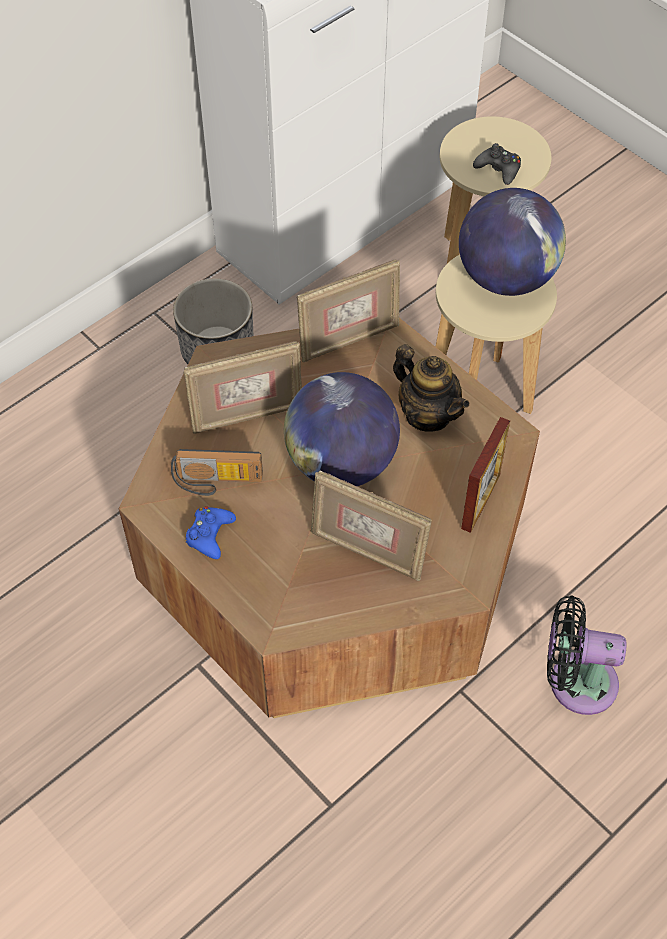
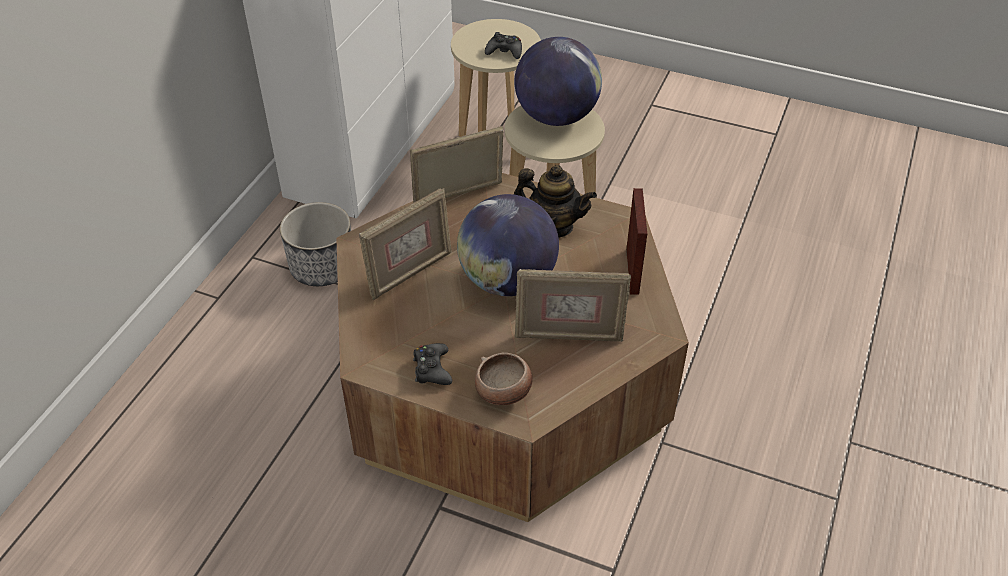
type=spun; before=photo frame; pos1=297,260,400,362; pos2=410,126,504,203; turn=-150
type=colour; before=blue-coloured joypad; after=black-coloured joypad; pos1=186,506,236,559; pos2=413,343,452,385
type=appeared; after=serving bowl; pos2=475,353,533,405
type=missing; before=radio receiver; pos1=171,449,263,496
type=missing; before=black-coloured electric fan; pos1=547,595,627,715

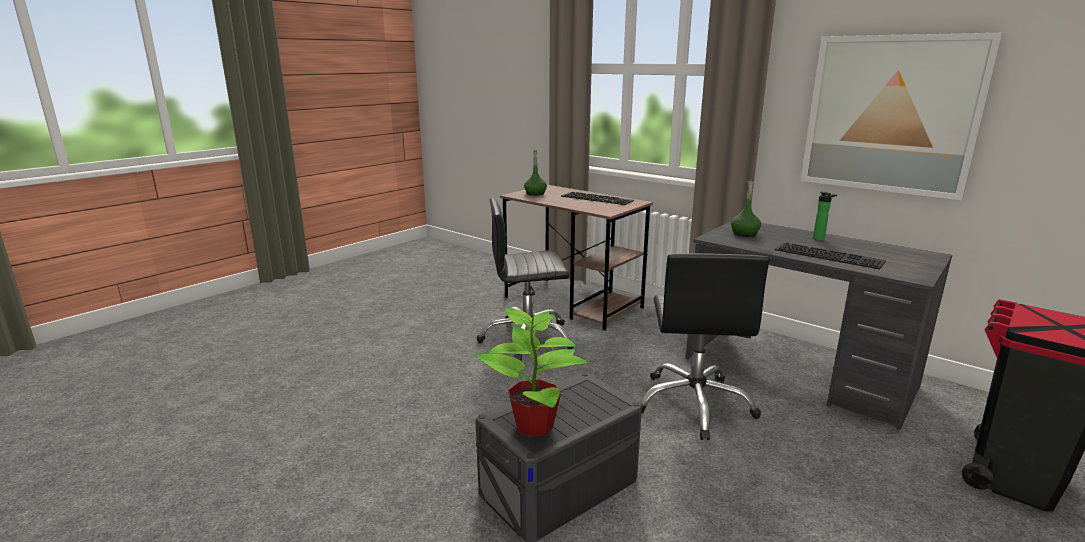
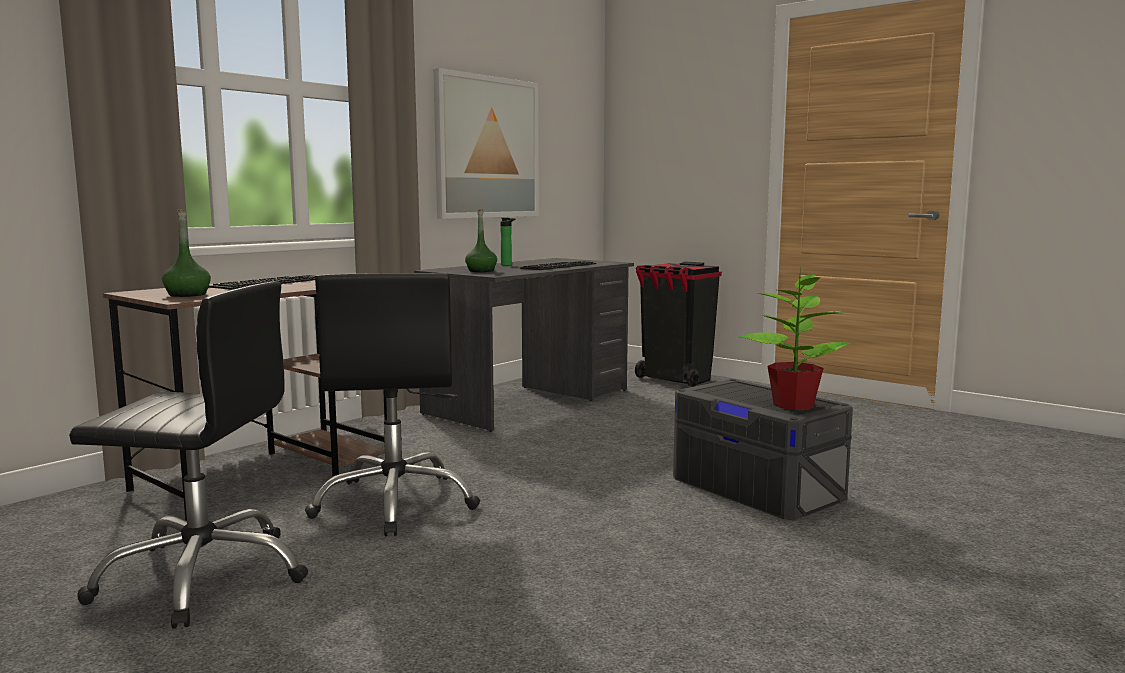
type=relocated; before=black-coloured computer chair; pos1=640,253,770,440; pos2=69,282,308,629

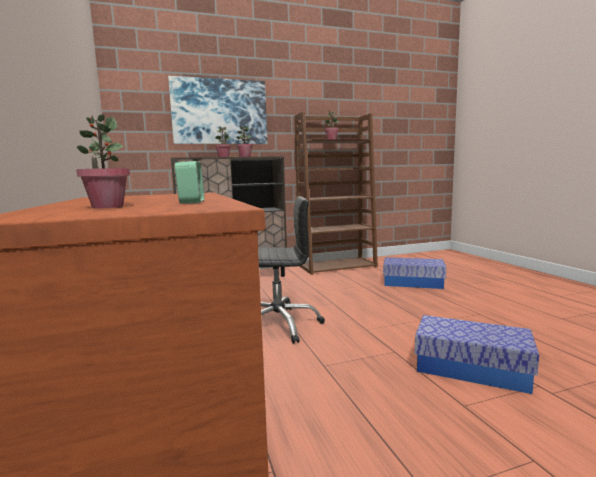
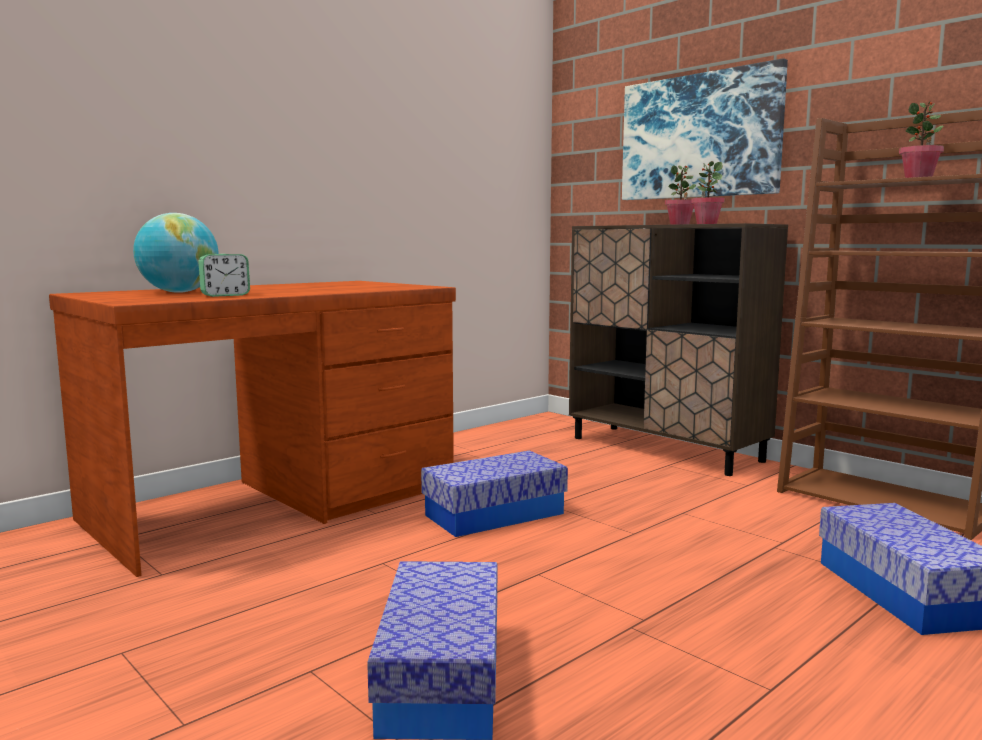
type=exchanged; before=houseplant; after=globe; pos1=76,115,130,208; pos2=133,213,219,293
type=exchanged; before=black-coloured computer chair; after=storage bin; pos1=258,196,325,344; pos2=421,451,568,537

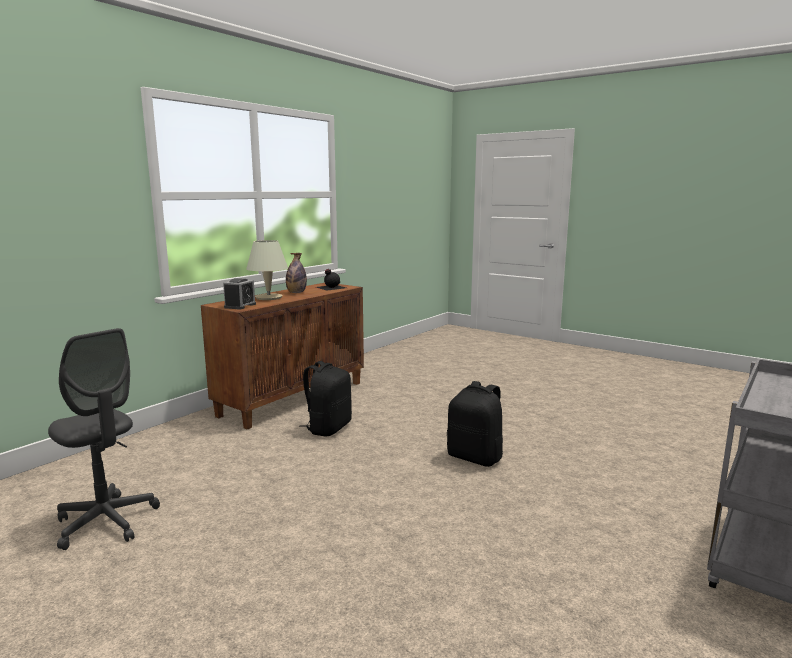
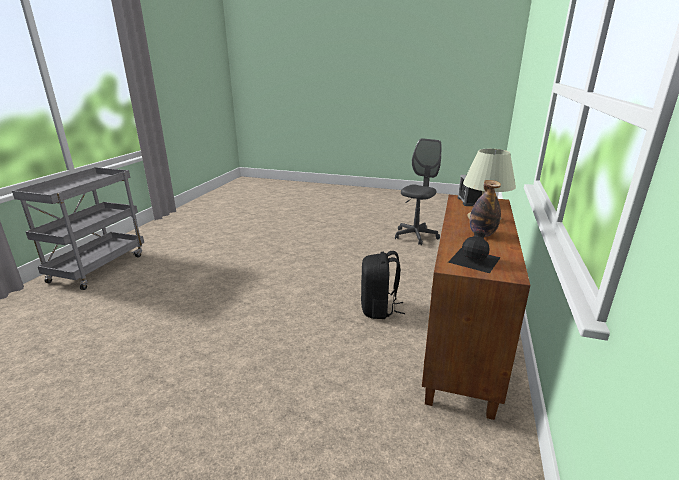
type=spun; before=gray computer chair; pos1=48,328,160,550; pos2=395,138,441,245; turn=105
type=missing; before=black-coloured backpack; pos1=447,381,503,467

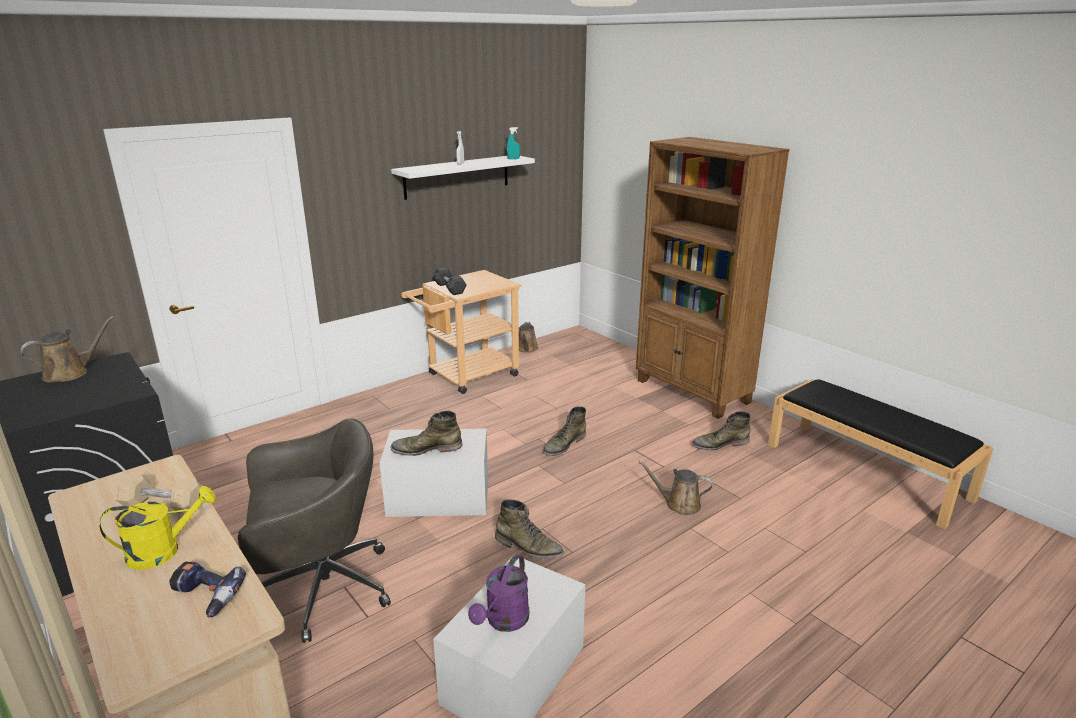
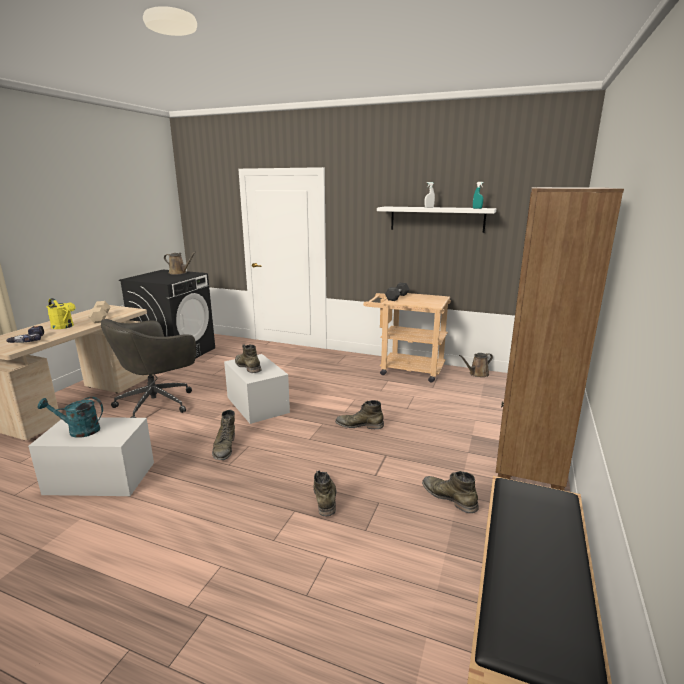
type=colour; before=purplish watering can; after=blue-green watering can; pos1=468,554,529,632; pos2=38,397,103,438
type=spun; before=gray computer chair; pos1=238,419,391,643; pos2=101,319,196,418; turn=90
type=exchanged; before=brown-coloured watering can; after=greenish tall boot; pos1=638,461,713,515; pos2=314,471,337,516

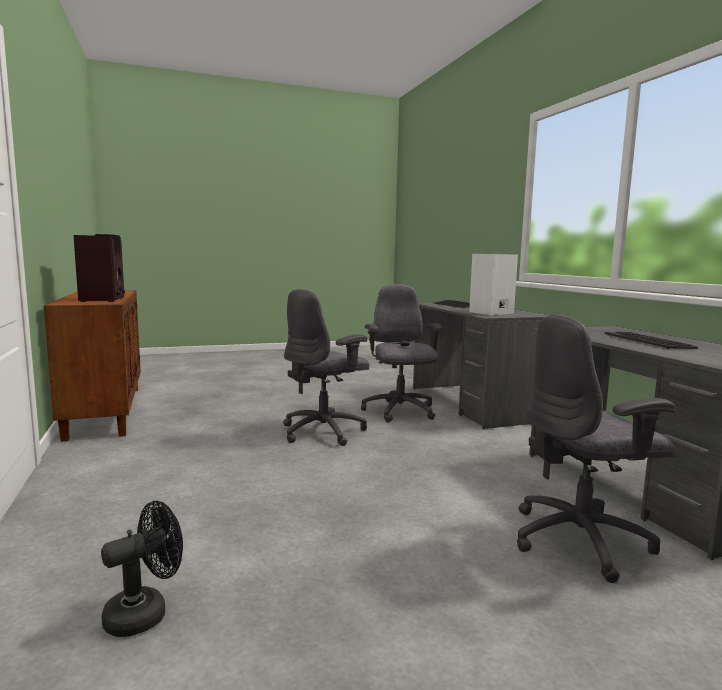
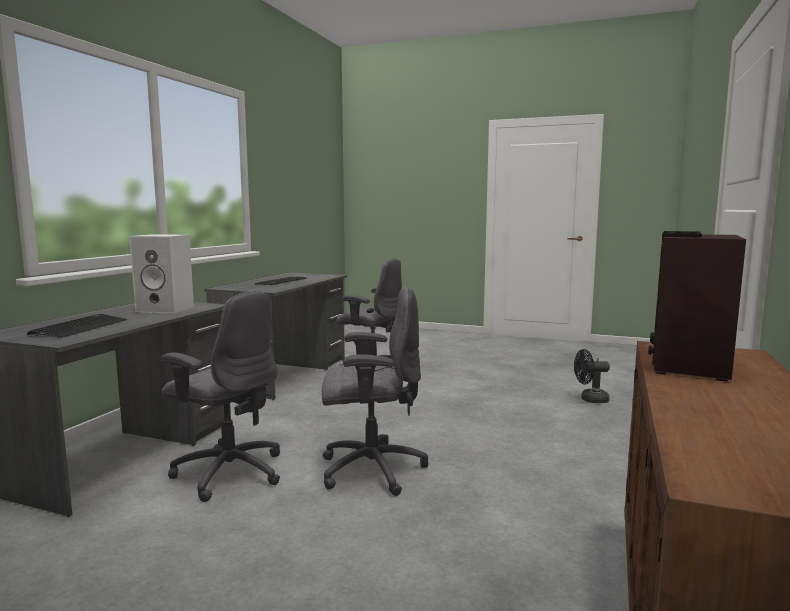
type=spun; before=gray computer chair; pos1=361,284,443,423; pos2=161,291,280,502; turn=-90

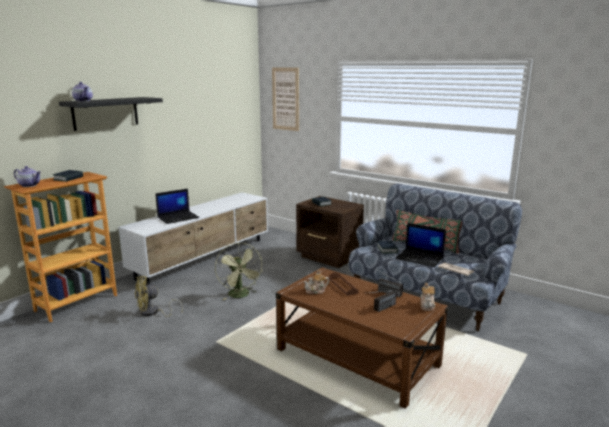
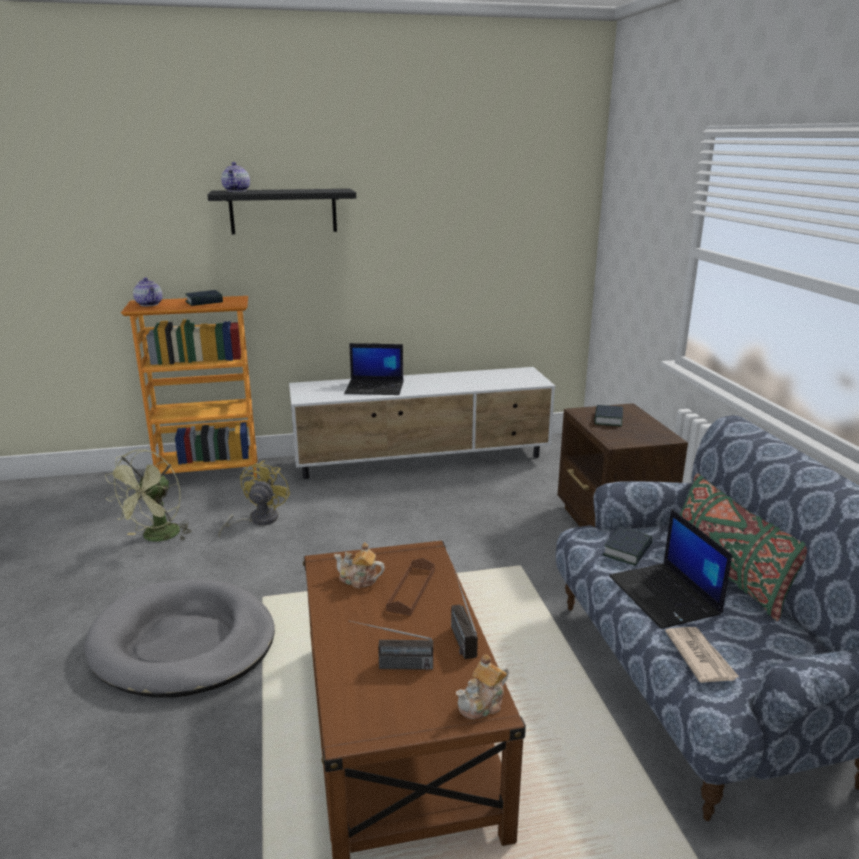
type=appeared; after=gray dog cushion; pos2=85,579,275,698
type=relocated; before=greenish electric fan; pos1=215,243,262,300; pos2=105,449,192,542
type=spun; before=yellow electric fan; pos1=135,276,183,317; pos2=219,460,290,537; turn=90
type=missing; before=picture; pos1=272,68,299,131

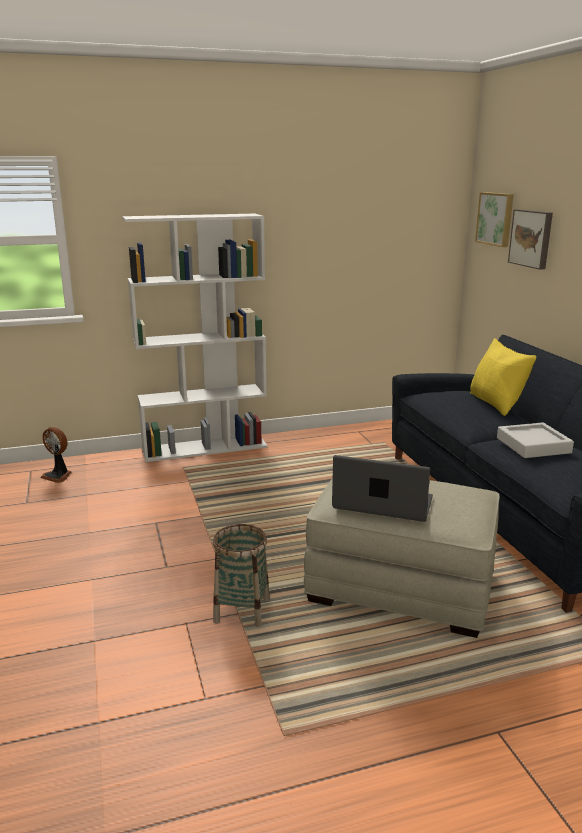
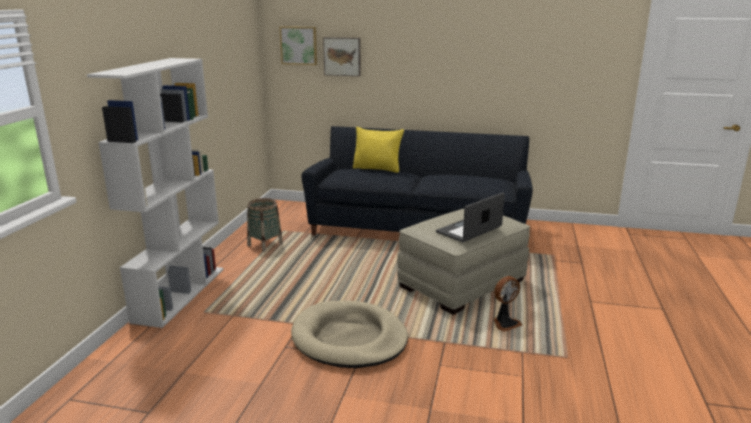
type=relocated; before=storage basket; pos1=213,524,270,627; pos2=247,198,283,252
type=appeared; after=sand-coloured dog cushion; pos2=291,301,408,368
type=relocated; before=electric fan; pos1=40,427,71,483; pos2=493,276,522,332
type=missing; before=gray tray; pos1=497,422,574,458

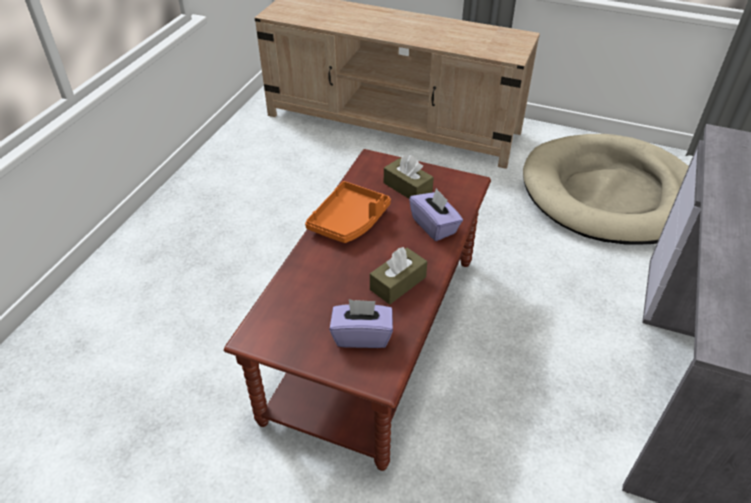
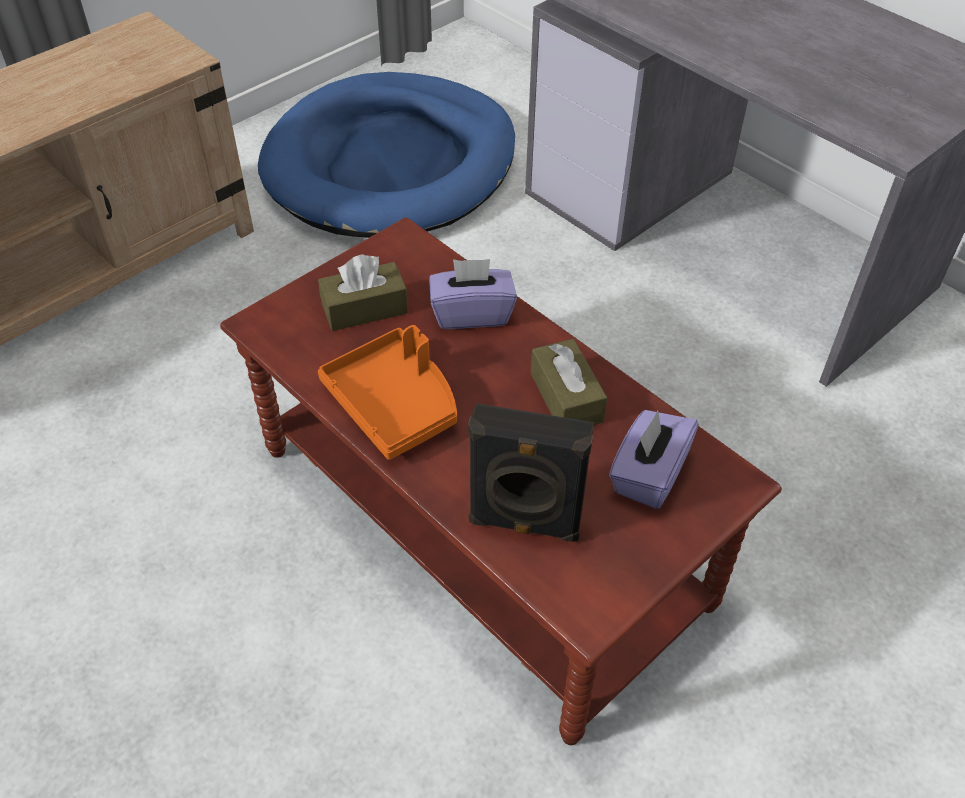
type=colour; before=sand-coloured dog cushion; after=blue-coloured dog cushion; pos1=523,134,689,244; pos2=258,72,515,238
type=appeared; after=black-coloured loudspeaker; pos2=468,403,594,542

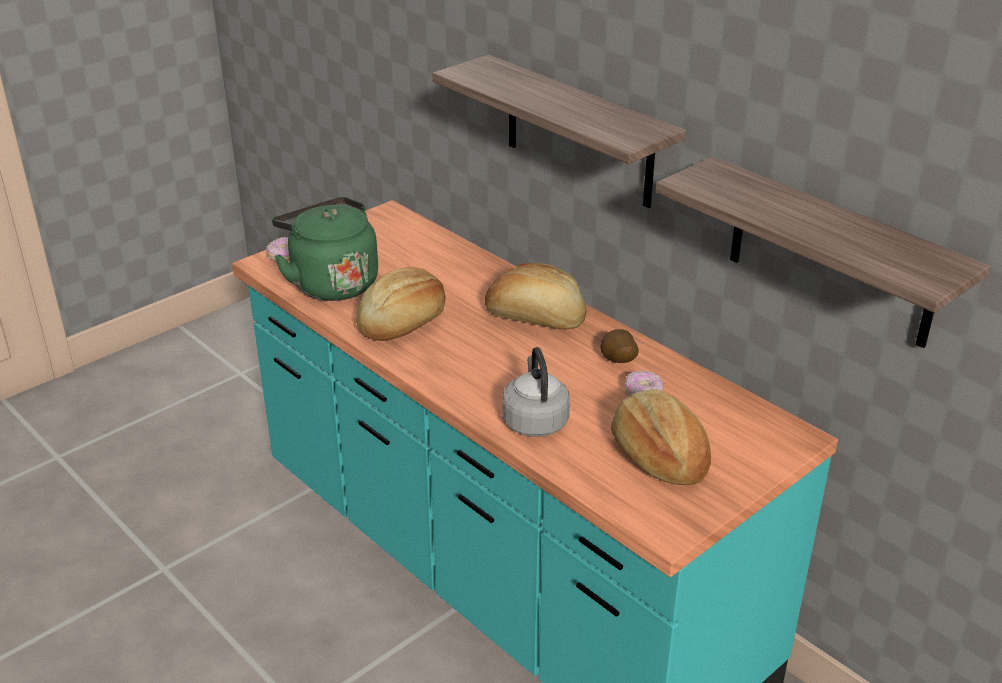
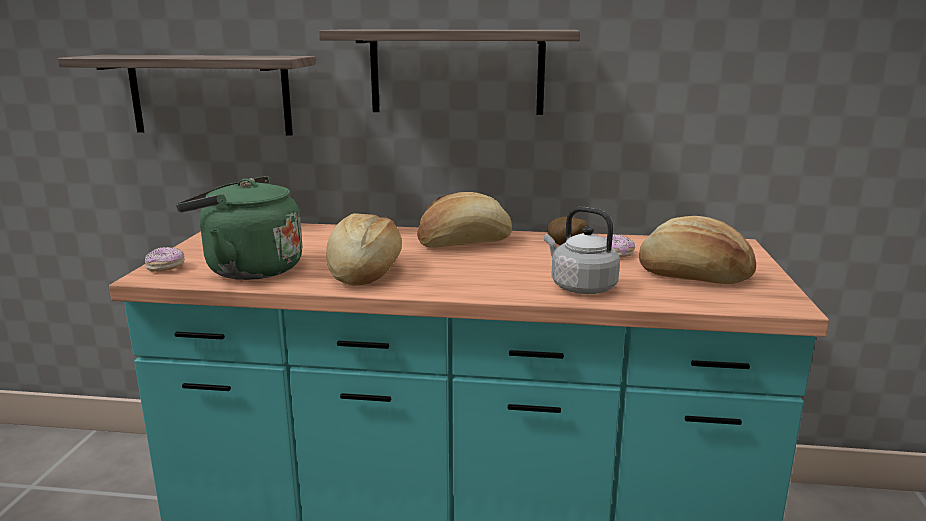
type=relocated; before=wall shelf; pos1=655,157,990,348; pos2=58,55,316,136

